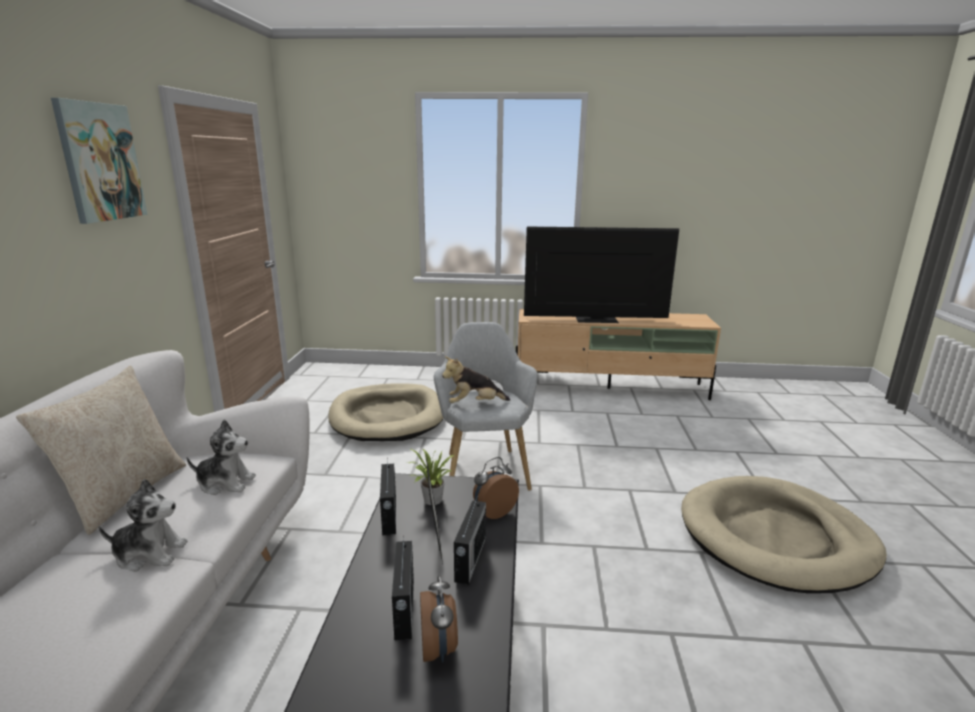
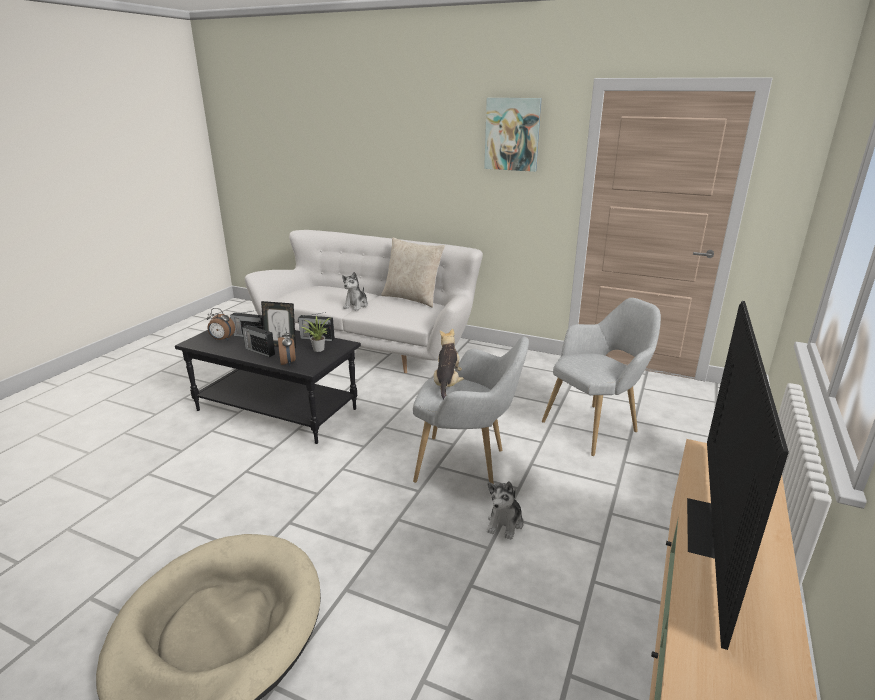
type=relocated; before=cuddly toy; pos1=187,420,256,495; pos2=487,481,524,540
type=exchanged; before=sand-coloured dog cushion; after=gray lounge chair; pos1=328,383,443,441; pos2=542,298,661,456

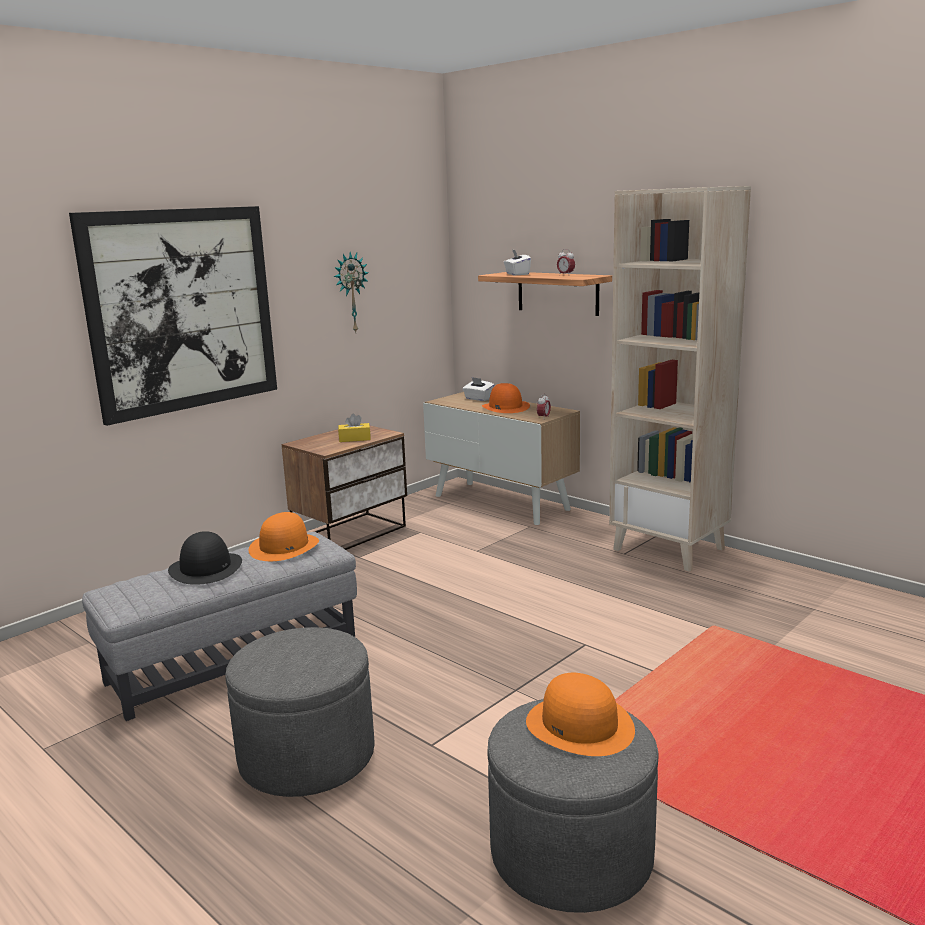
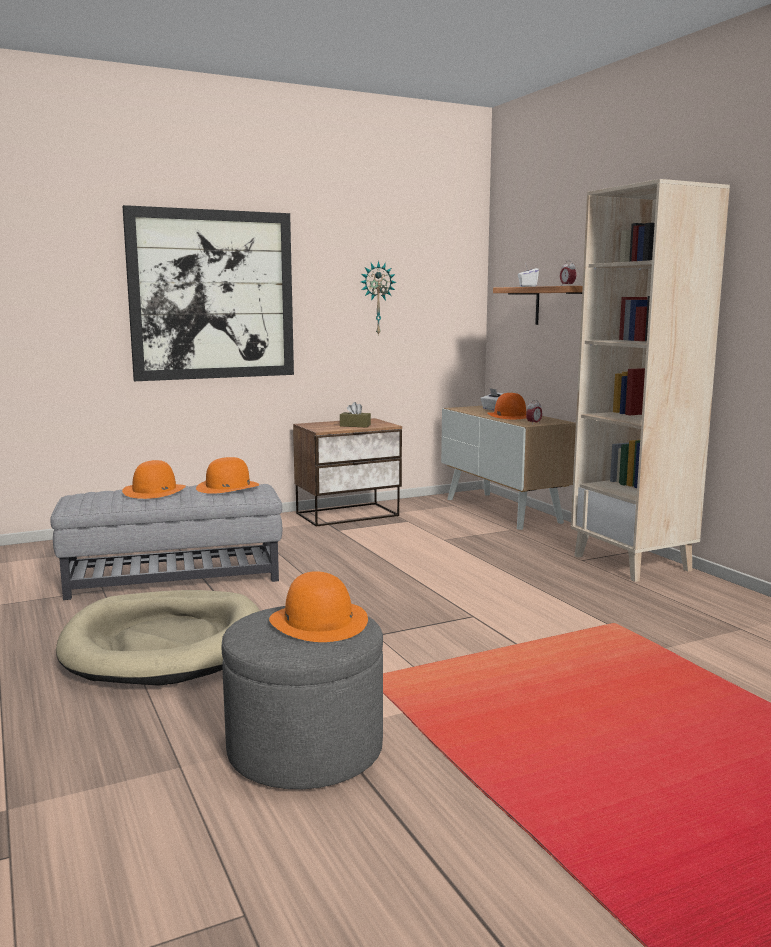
type=exchanged; before=gray pouffe; after=sand-coloured dog cushion; pos1=225,627,374,797; pos2=56,590,260,686
type=colour; before=black-coloured clothing hat; after=orange-coloured clothing hat; pos1=168,531,242,585; pos2=122,460,186,499
type=colour; before=yellow tissue holder; after=brown-coloured tissue holder; pos1=338,414,371,442; pos2=340,402,371,427

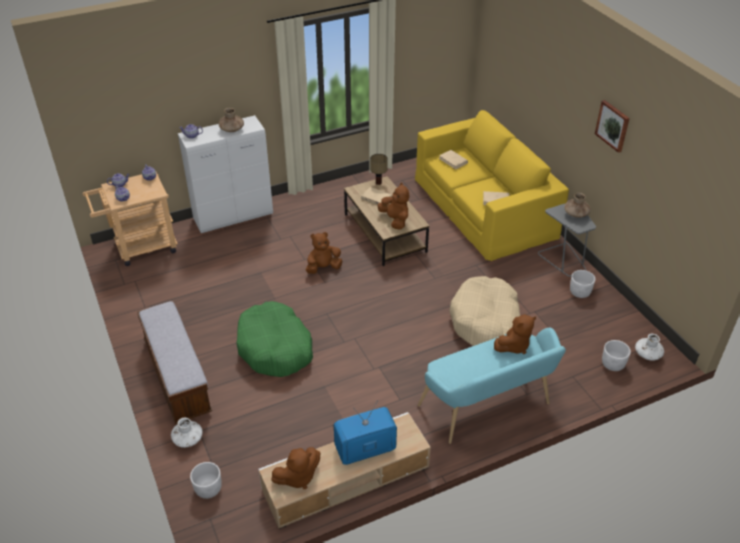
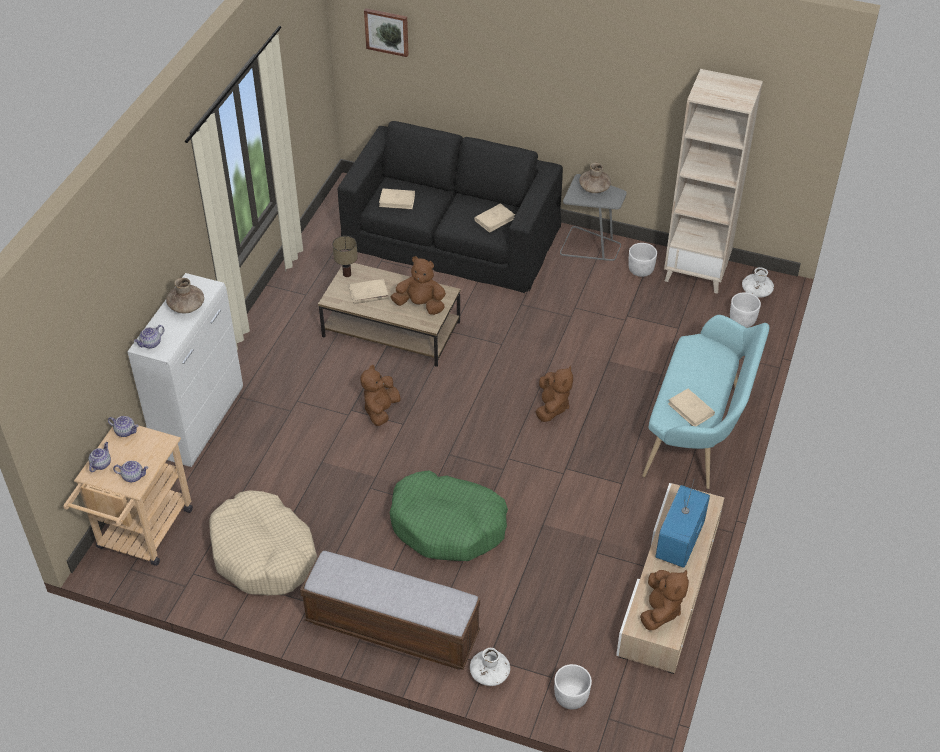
type=relocated; before=sand-coloured dog cushion; pos1=449,276,520,346; pos2=209,490,317,595
type=colour; before=yellow couch; after=black-coloured couch; pos1=415,110,569,261; pos2=338,121,563,293
type=relocated; before=picture; pos1=595,100,630,153; pos2=364,8,408,57
type=relocated; before=brown-coloured cuddly toy; pos1=494,314,536,354; pos2=536,366,573,422
type=appeared; after=sand-coloured bookcase; pos2=664,69,763,294
type=appeared; after=sand-coloured volume; pos2=668,389,715,426

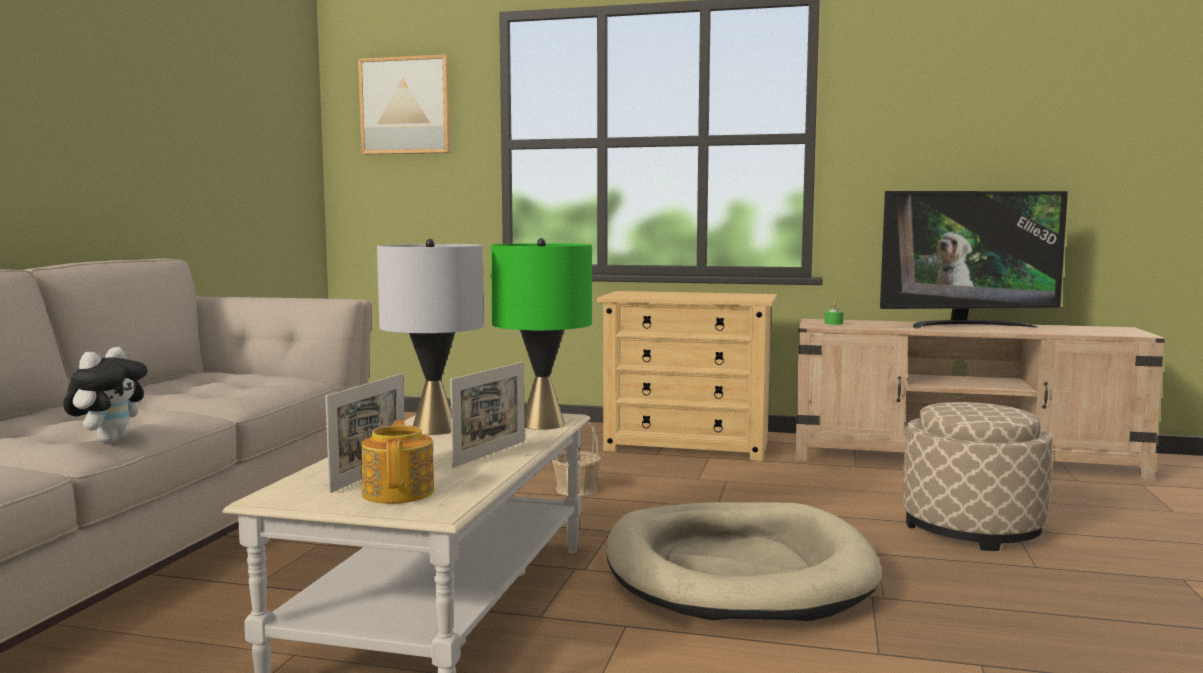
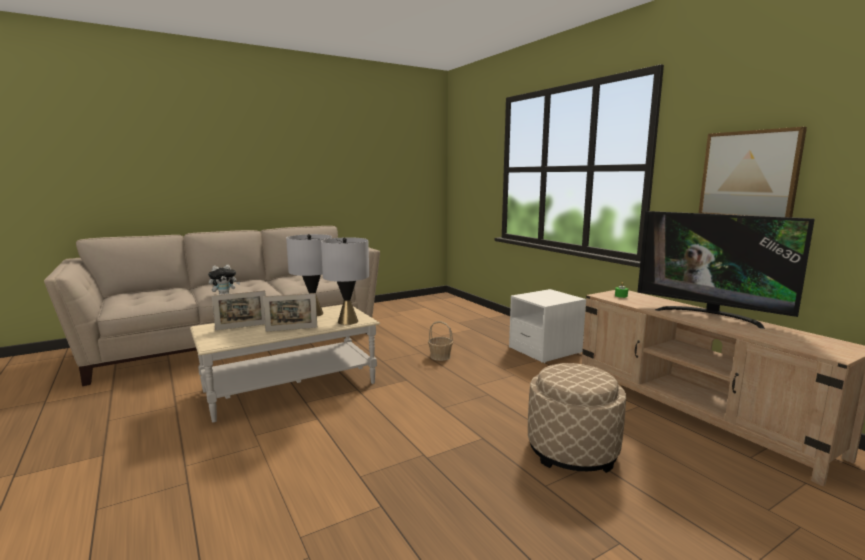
type=colour; before=greenish lamp for a table; after=gray lamp for a table; pos1=491,238,592,430; pos2=321,237,369,325
type=exchanged; before=sand-coloured dresser; after=whitish night table; pos1=597,291,777,461; pos2=509,289,586,363
type=relocated; before=picture; pos1=358,55,451,154; pos2=699,127,807,218
type=missing; before=pot for tea; pos1=361,420,434,504
type=missing; before=sand-coloured dog cushion; pos1=606,502,882,621

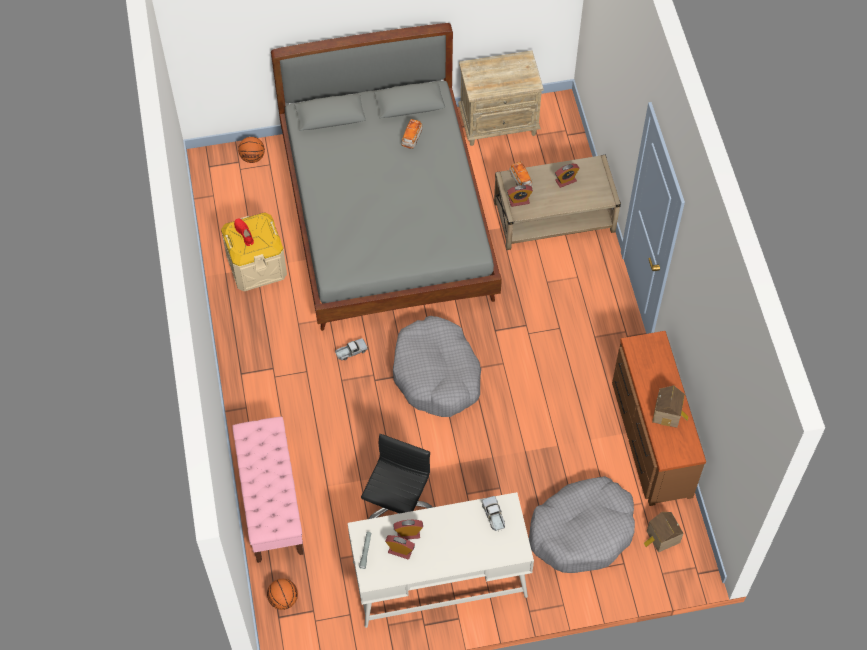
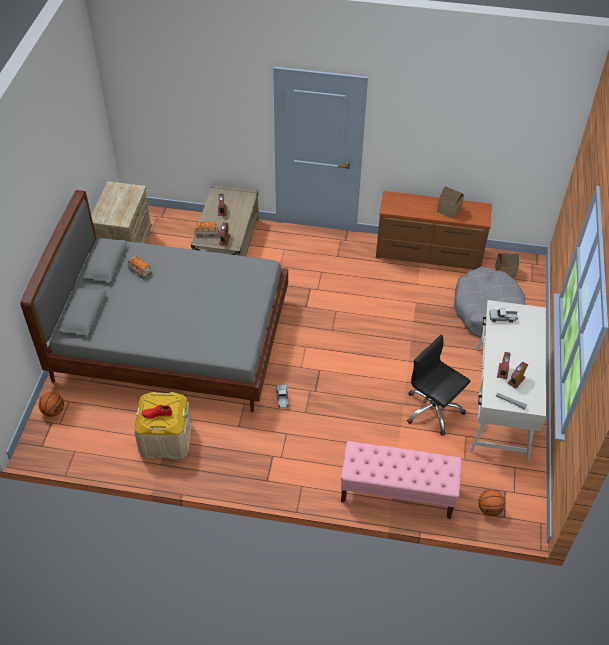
type=missing; before=gray dog cushion; pos1=393,316,481,417

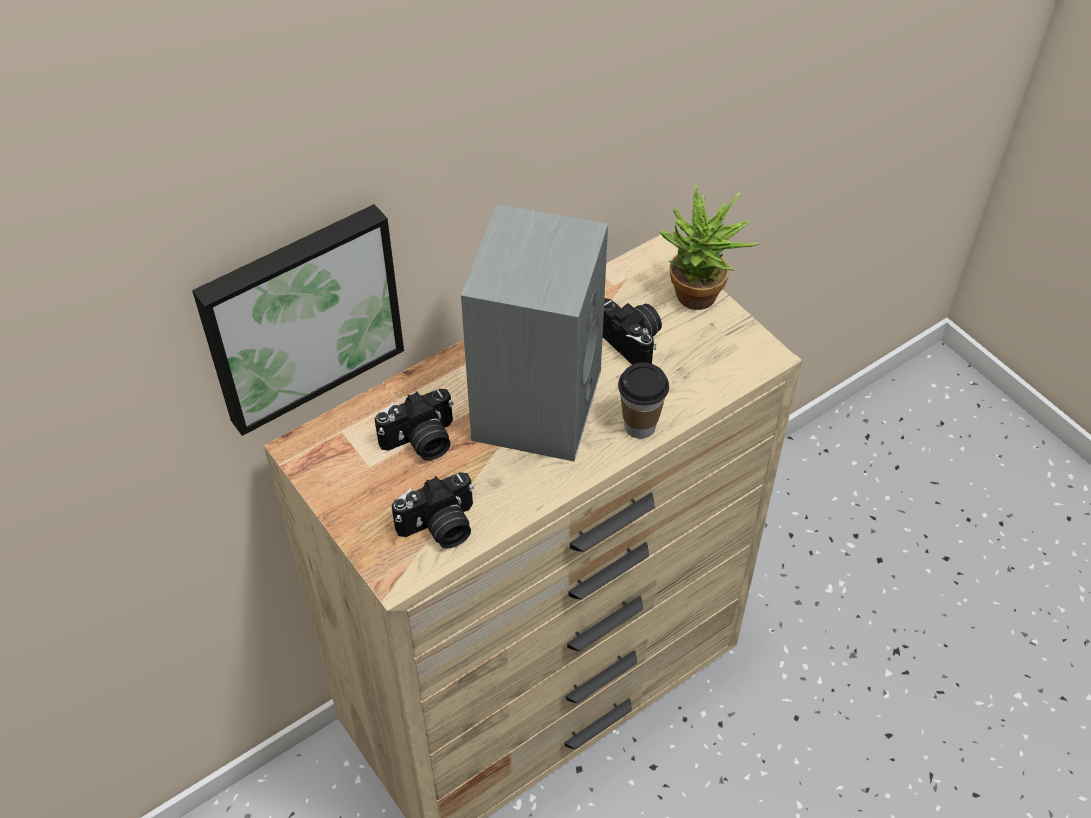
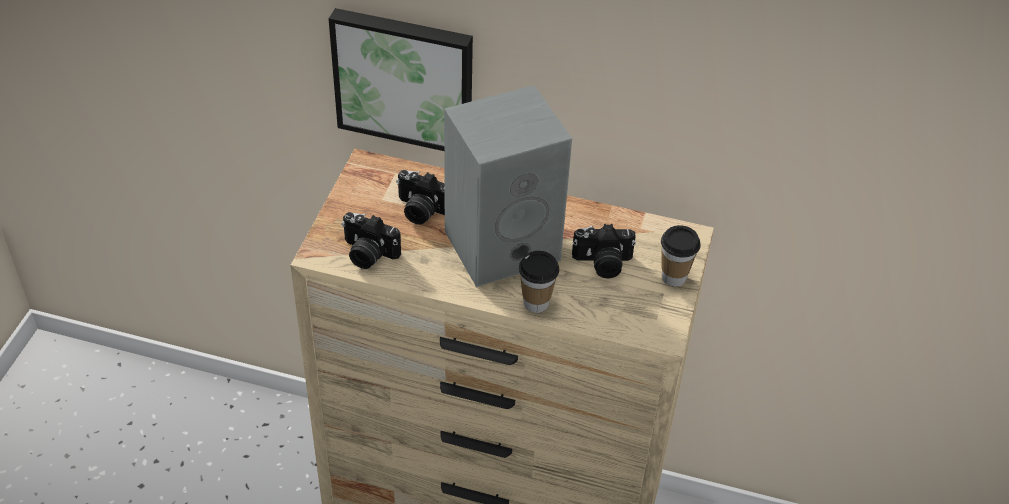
type=spun; before=still camera; pos1=603,298,662,365; pos2=572,224,636,278; turn=75
type=exchanged; before=houseplant; after=cup; pos1=658,184,759,310; pos2=661,225,701,287

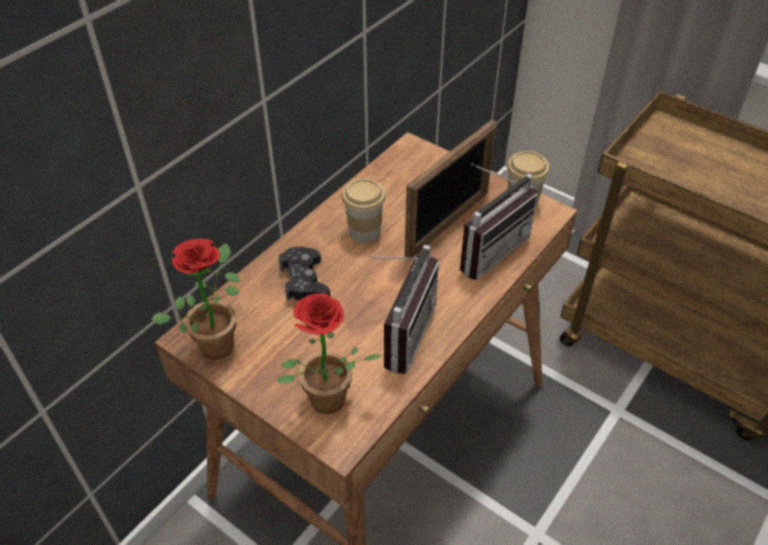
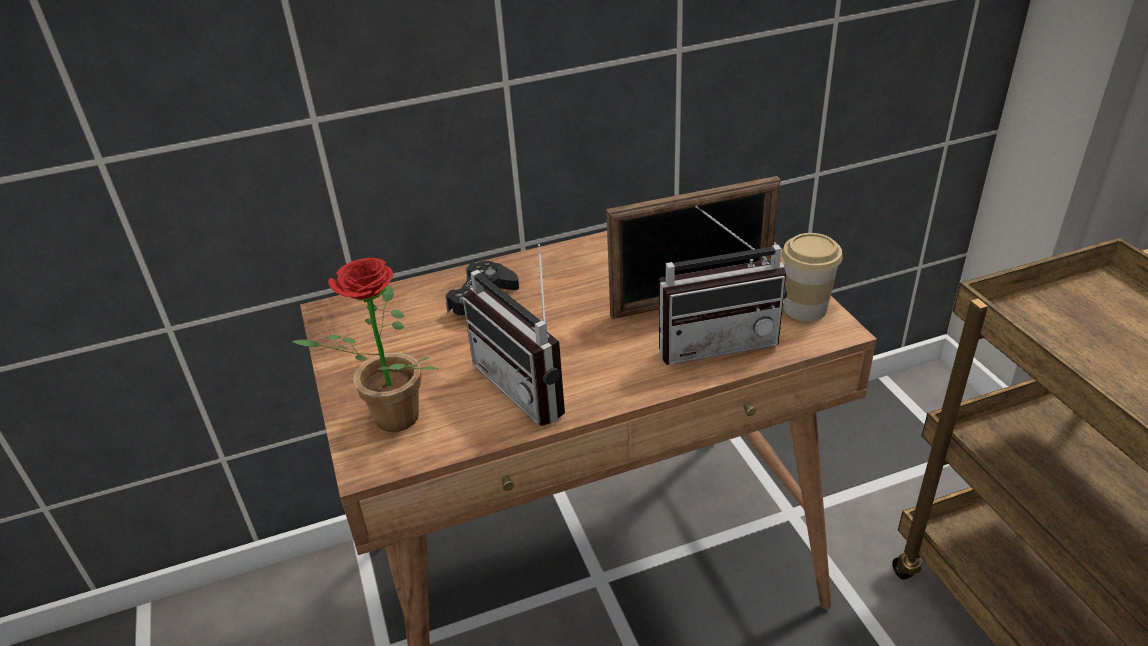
type=spun; before=radio receiver; pos1=370,245,439,374; pos2=462,244,565,426; turn=90
type=missing; before=houseplant; pos1=151,239,241,360
type=missing; before=cup; pos1=342,179,386,243

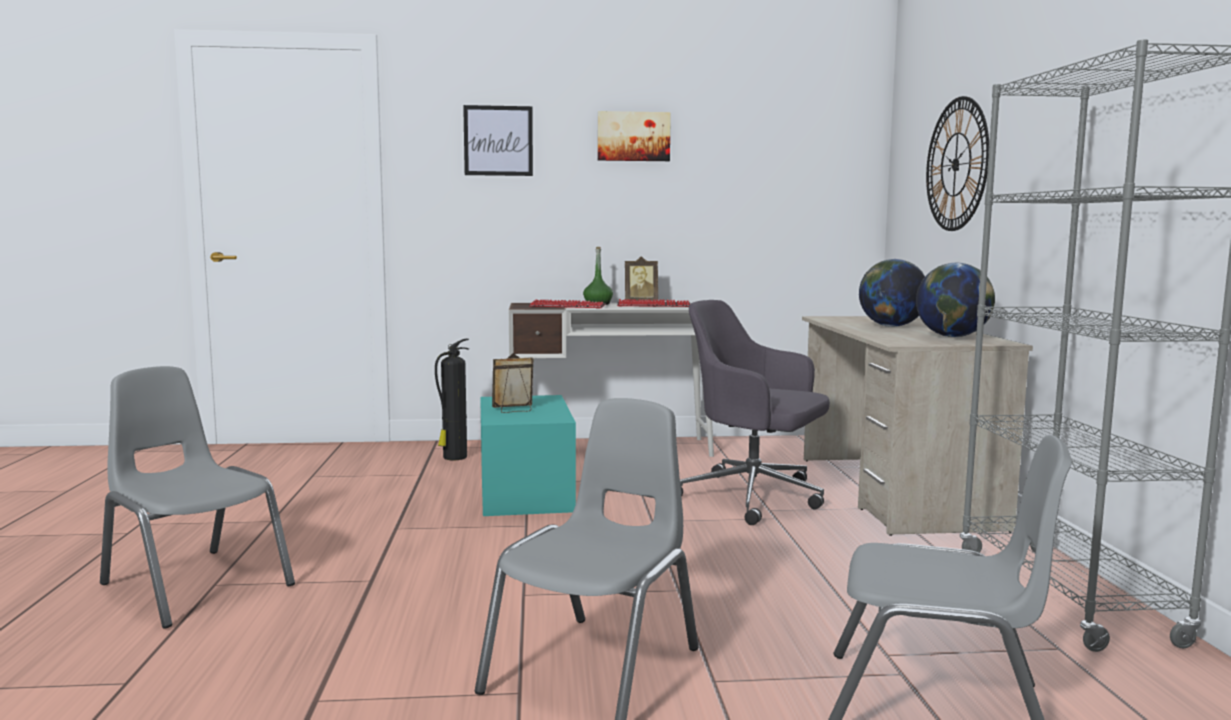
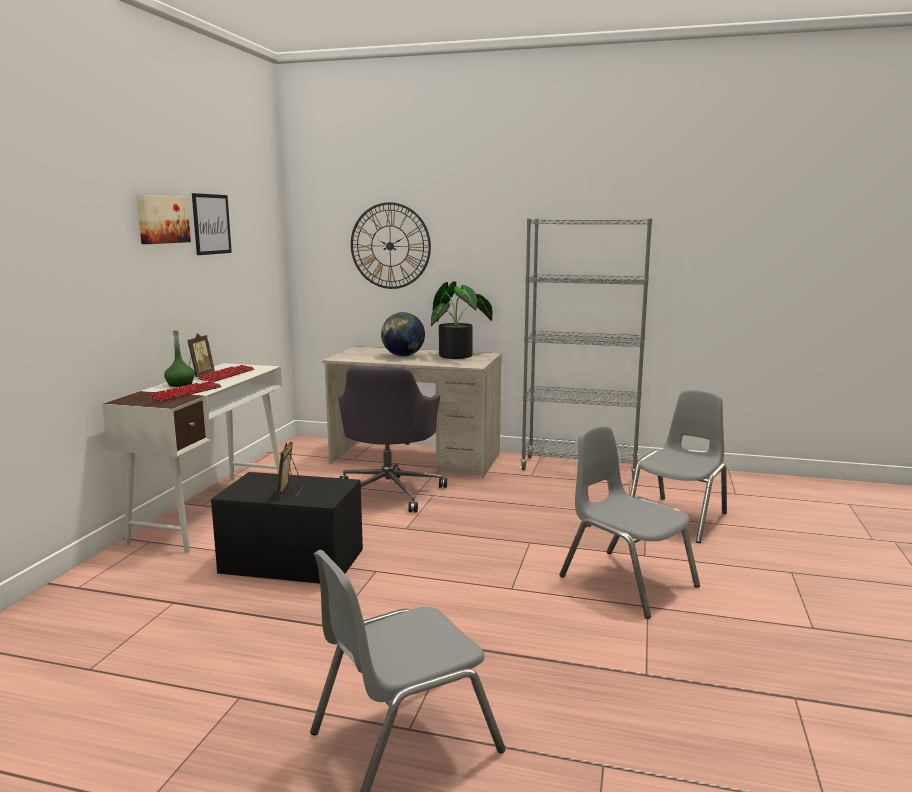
type=relocated; before=picture; pos1=463,105,533,176; pos2=192,193,232,255
type=colour; before=blue-green storage bin; after=black-coloured storage bin; pos1=480,395,576,516; pos2=211,472,363,584
type=spun; before=gray computer chair; pos1=680,300,830,525; pos2=339,366,447,513; turn=-45
type=exchanged; before=globe; after=houseplant; pos1=916,263,995,337; pos2=431,281,493,359
type=missing; before=fire extinguisher; pos1=435,339,469,460

